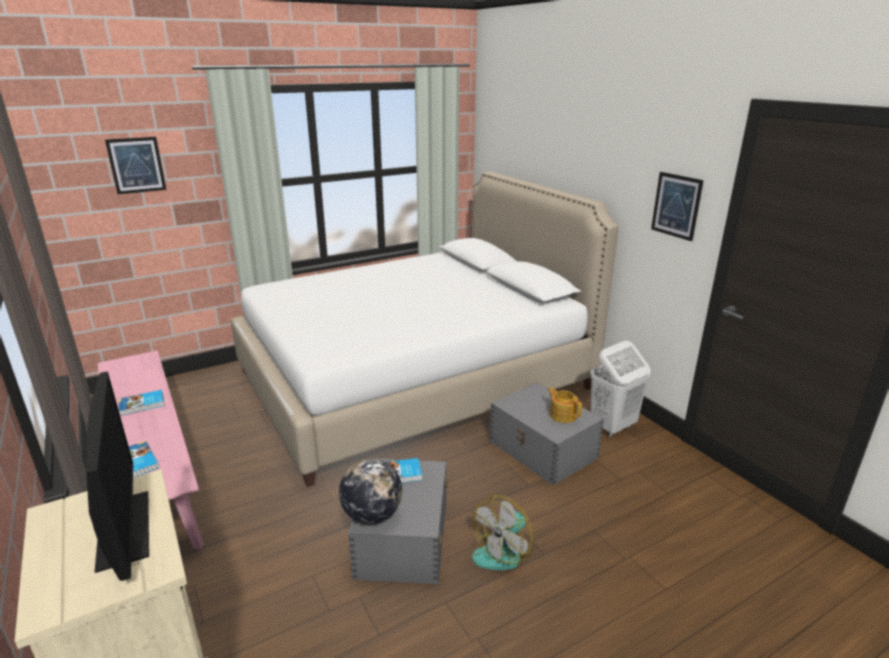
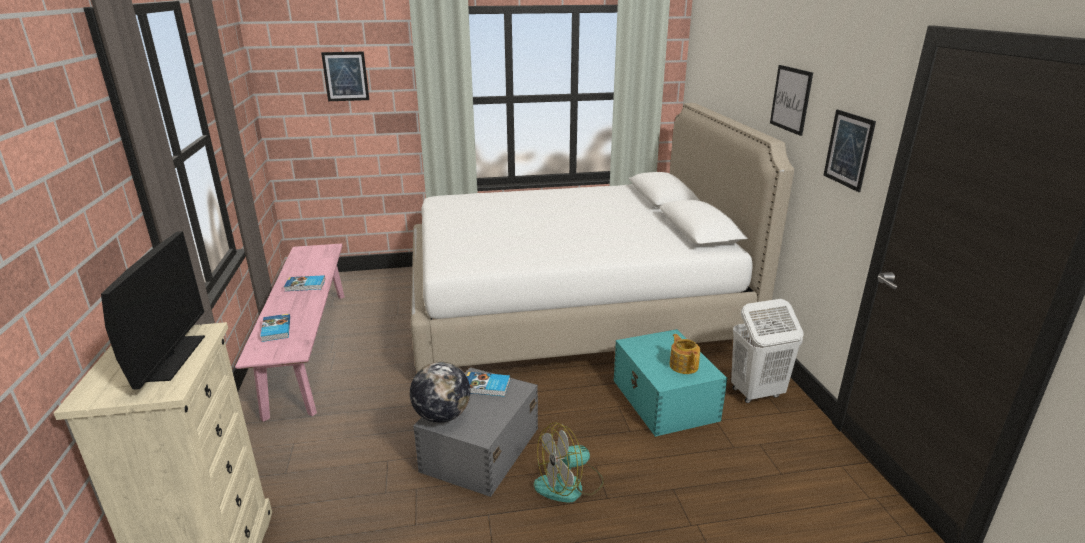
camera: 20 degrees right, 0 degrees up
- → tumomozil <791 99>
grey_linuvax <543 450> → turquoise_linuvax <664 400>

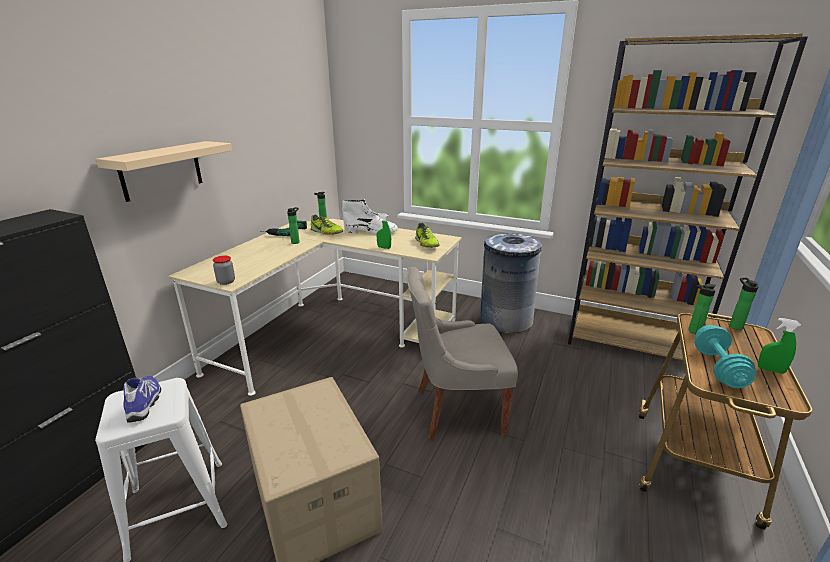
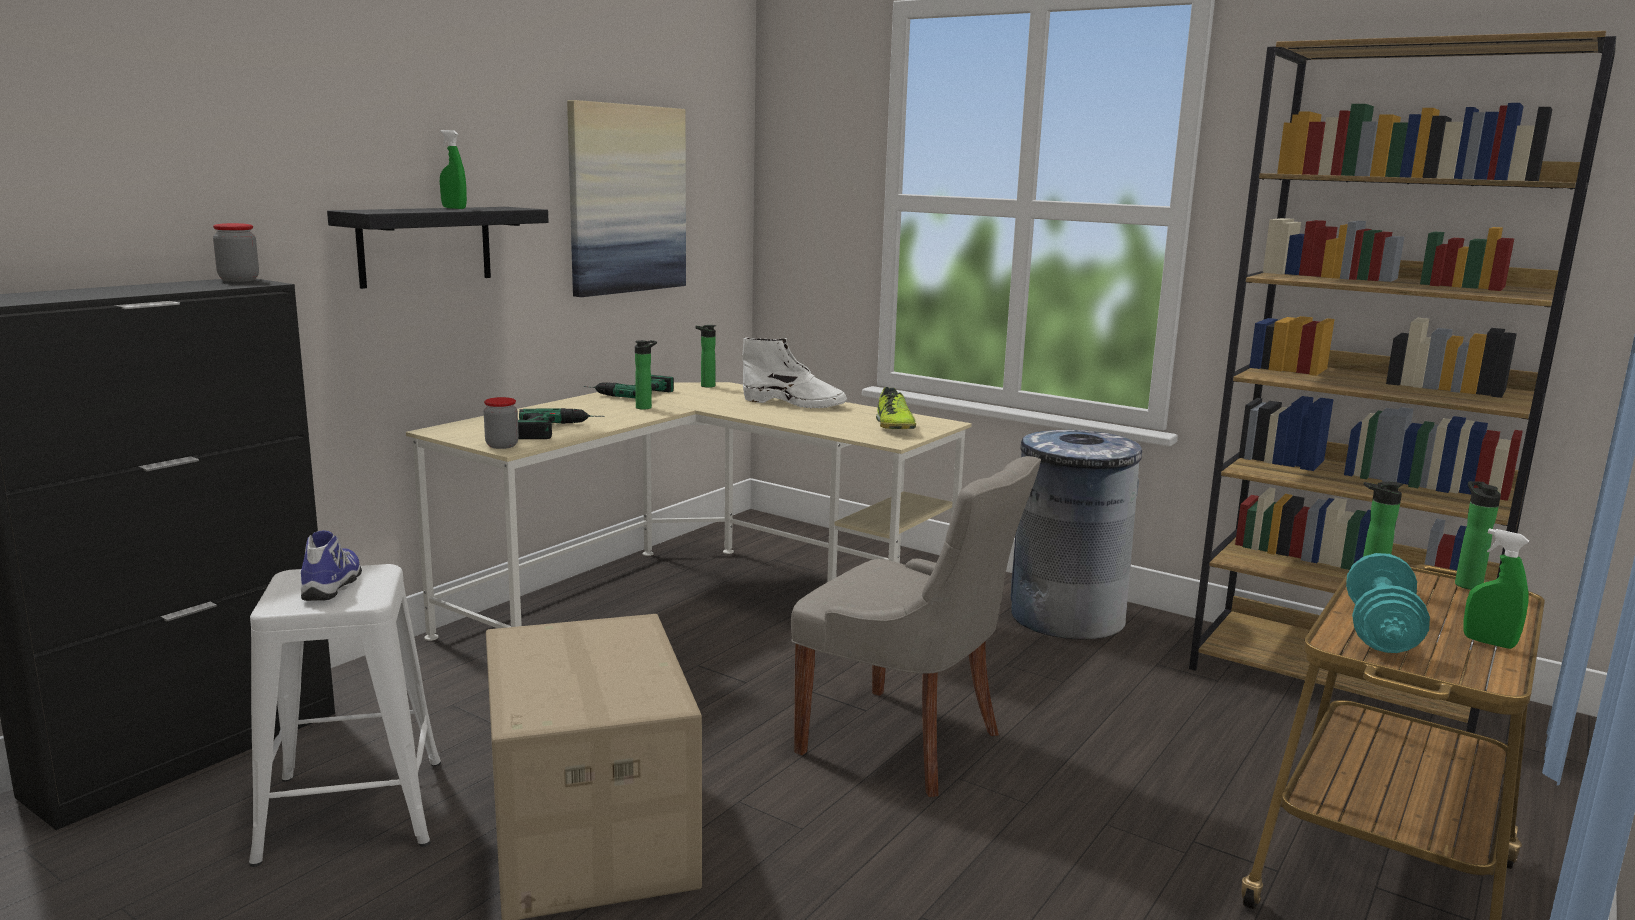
camera: 10 degrees right, 10 degrees down
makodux <326 232> → -
- → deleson <239 280>
- → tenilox <559 430>
- → tumomozil <626 199>
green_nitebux <384 247> → green_nitebux <454 208>, move
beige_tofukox <161 170> → black_tofukox <425 245>
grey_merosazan <456 410> → grey_merosazan <905 743>, 150 degrees counterclockwise

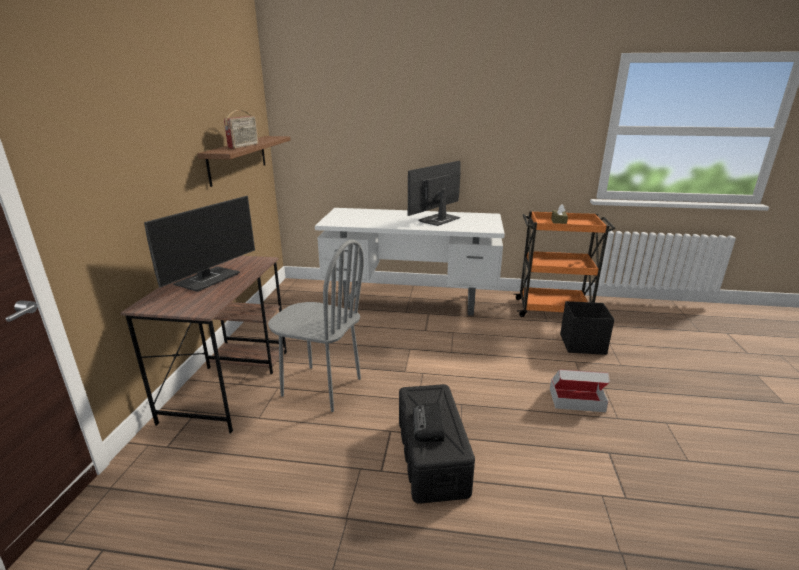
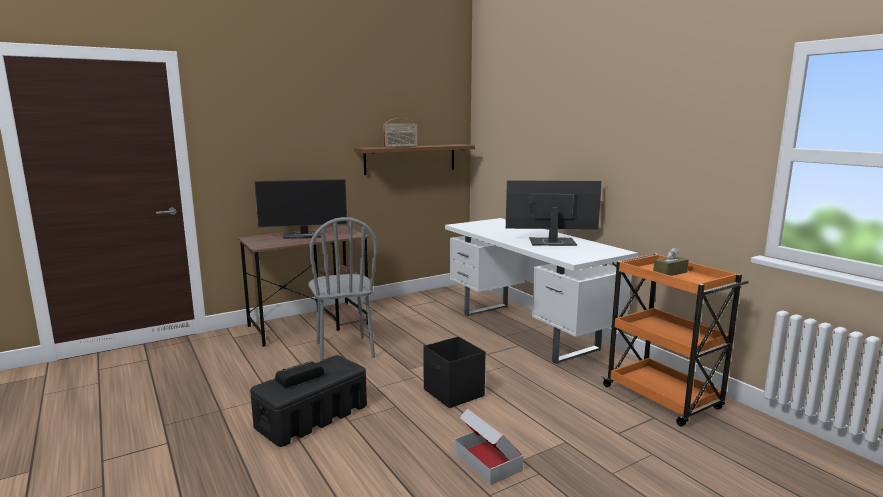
camera: 50 degrees right, 10 degrees down
black_linuvax <583 344> → black_linuvax <453 393>, move

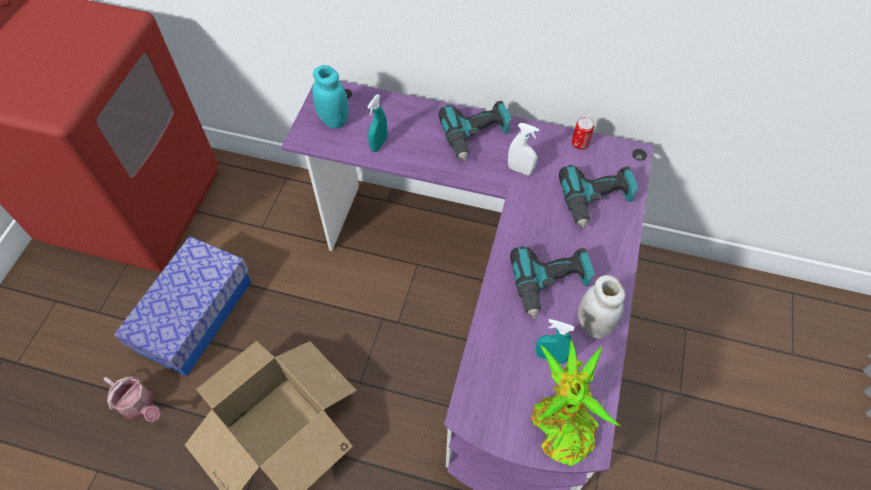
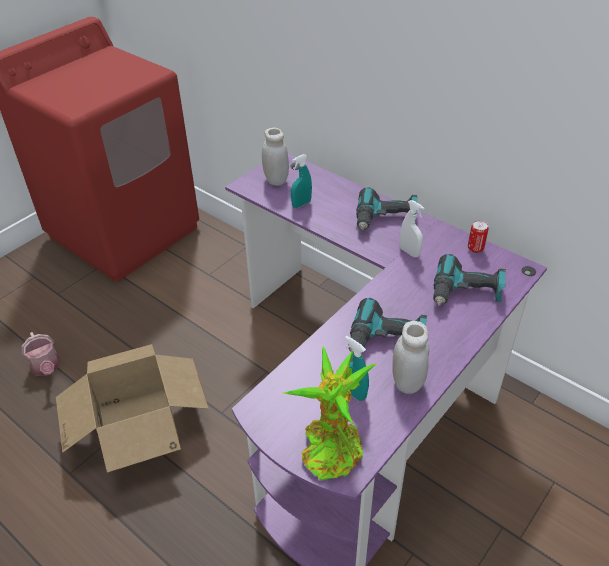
camera: 25 degrees right, 15 degrees down
linuvax <195 315> → -
turquoise_deleson <334 120> → white_deleson <276 180>

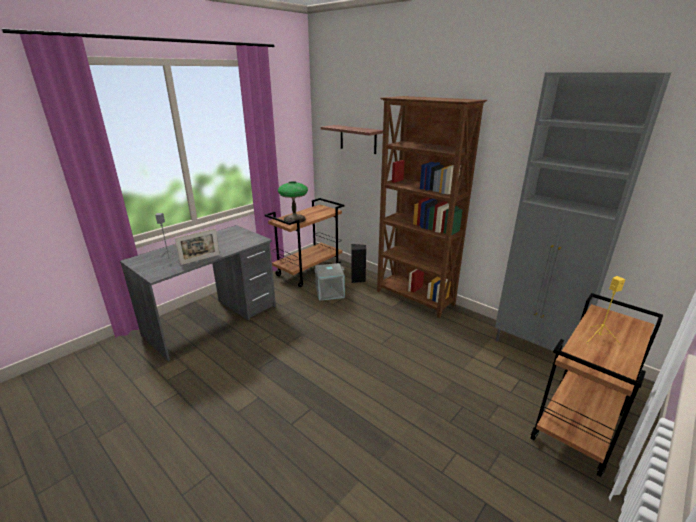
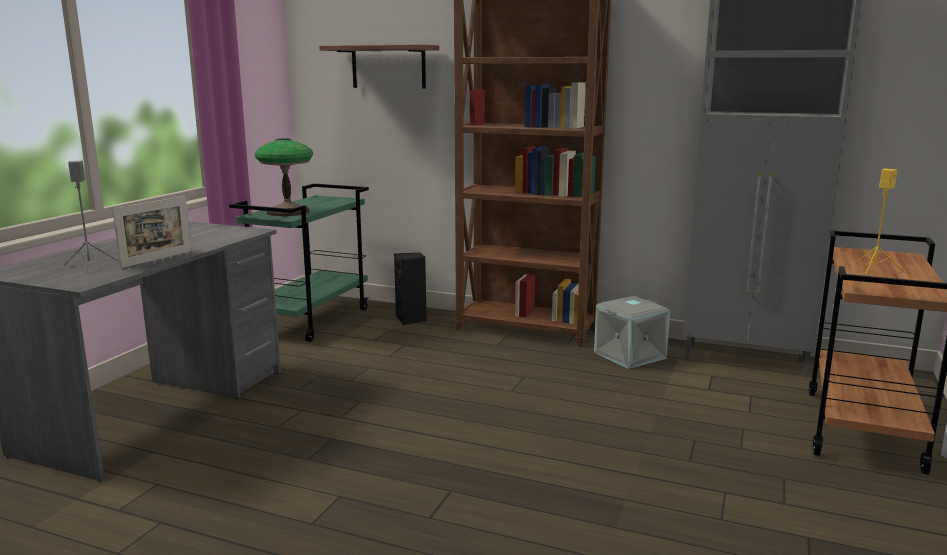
camera: 20 degrees left, 10 degrees down
grey_linuvax <329 293> → grey_linuvax <630 355>, move
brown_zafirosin <309 271> → green_zafirosin <311 320>

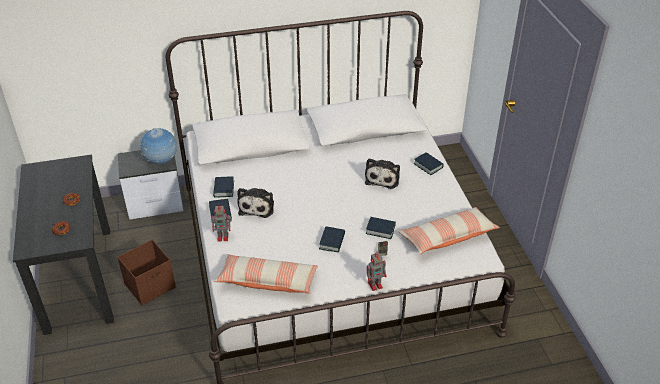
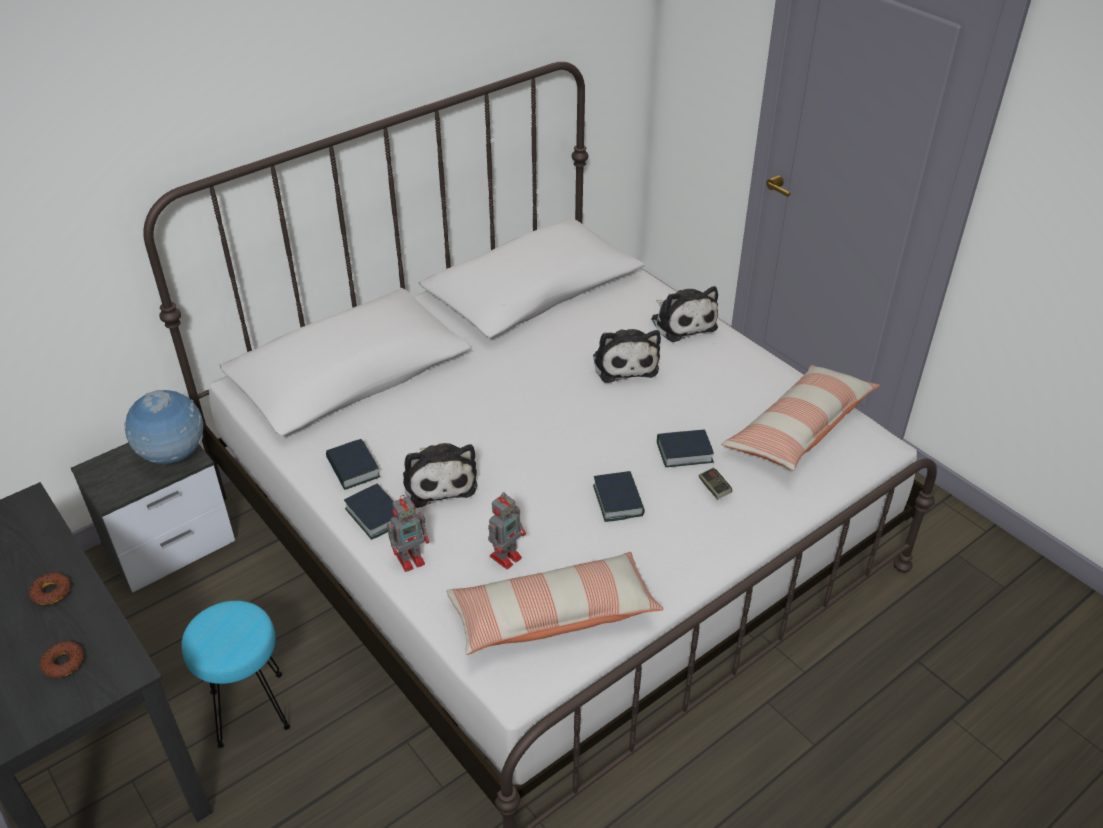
camera: 25 degrees left, 0 degrees up
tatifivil <375 284> → tatifivil <507 556>, move
brown_linuvax <151 286> → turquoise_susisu <250 708>
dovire <428 166> → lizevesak <682 322>

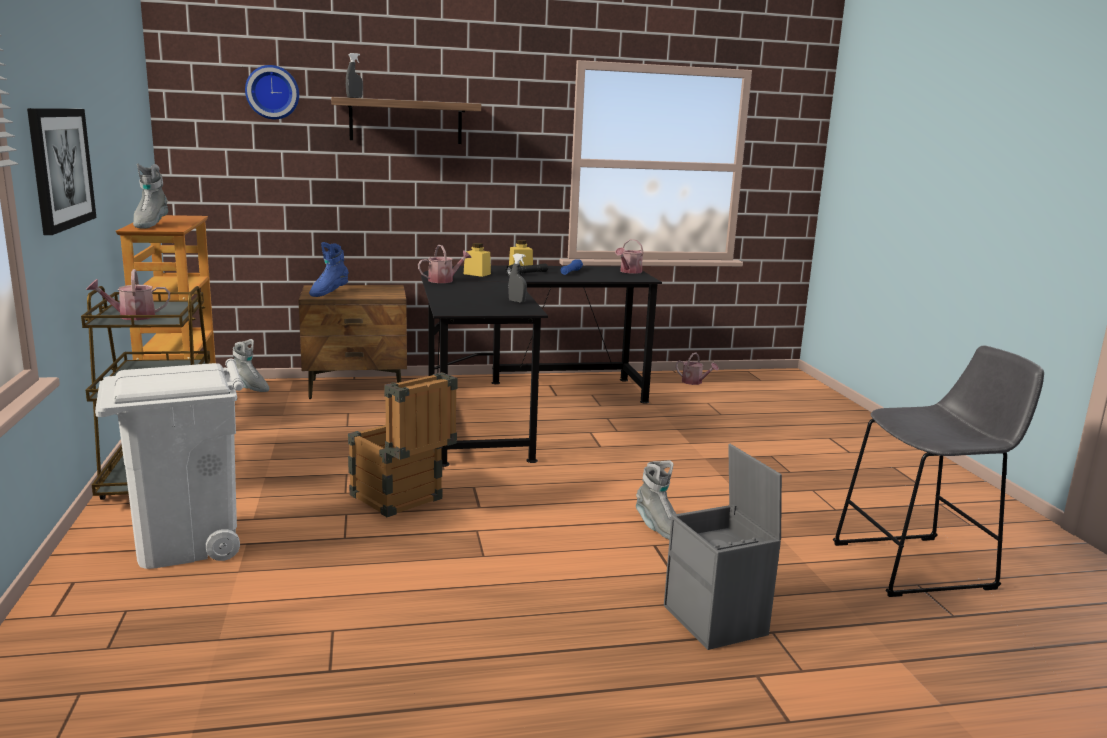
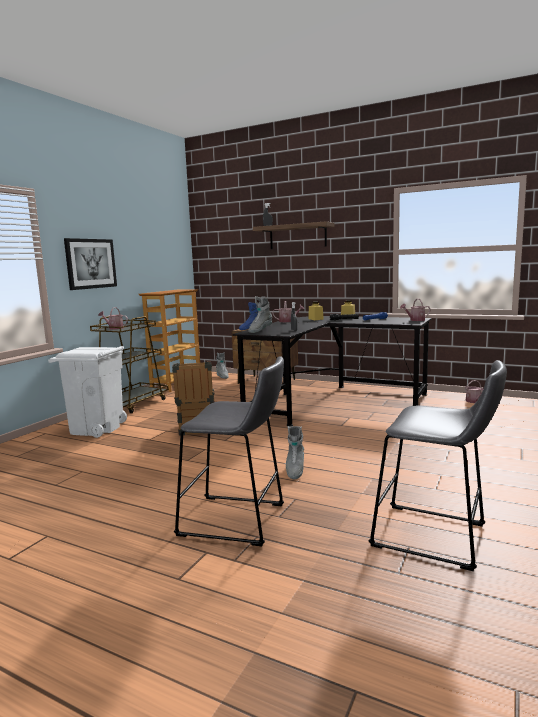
camera: 40 degrees right, 5 degrees down
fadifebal <272 92> → -
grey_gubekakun <150 225> → grey_gubekakun <260 330>, move
grey_linuvax <717 621> → grey_susisu <237 521>

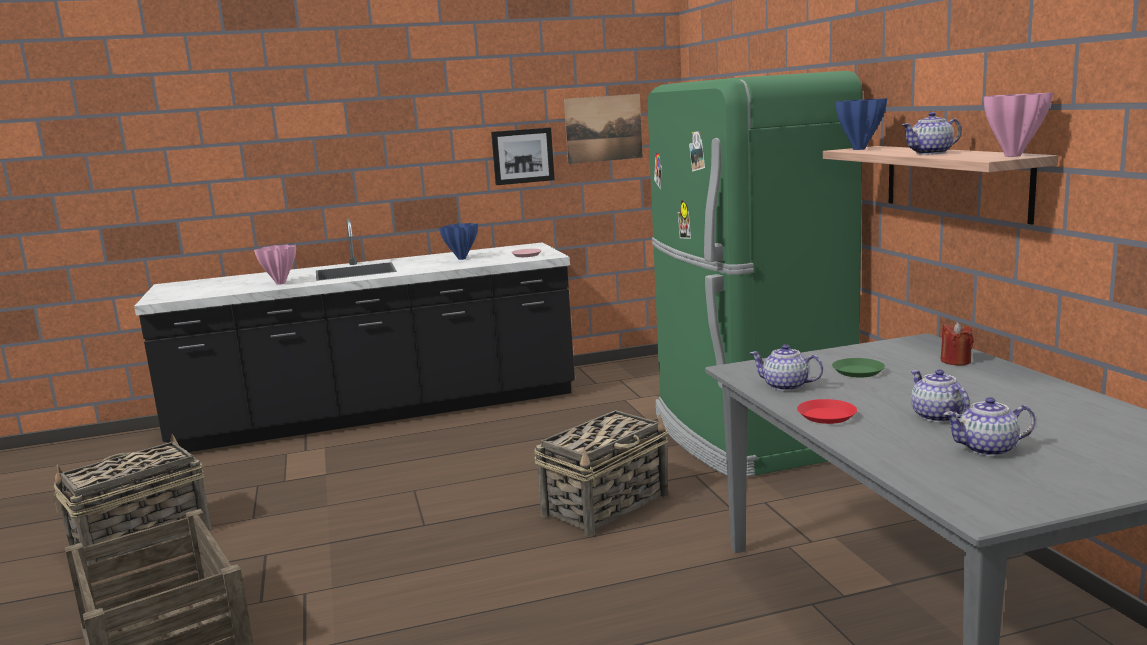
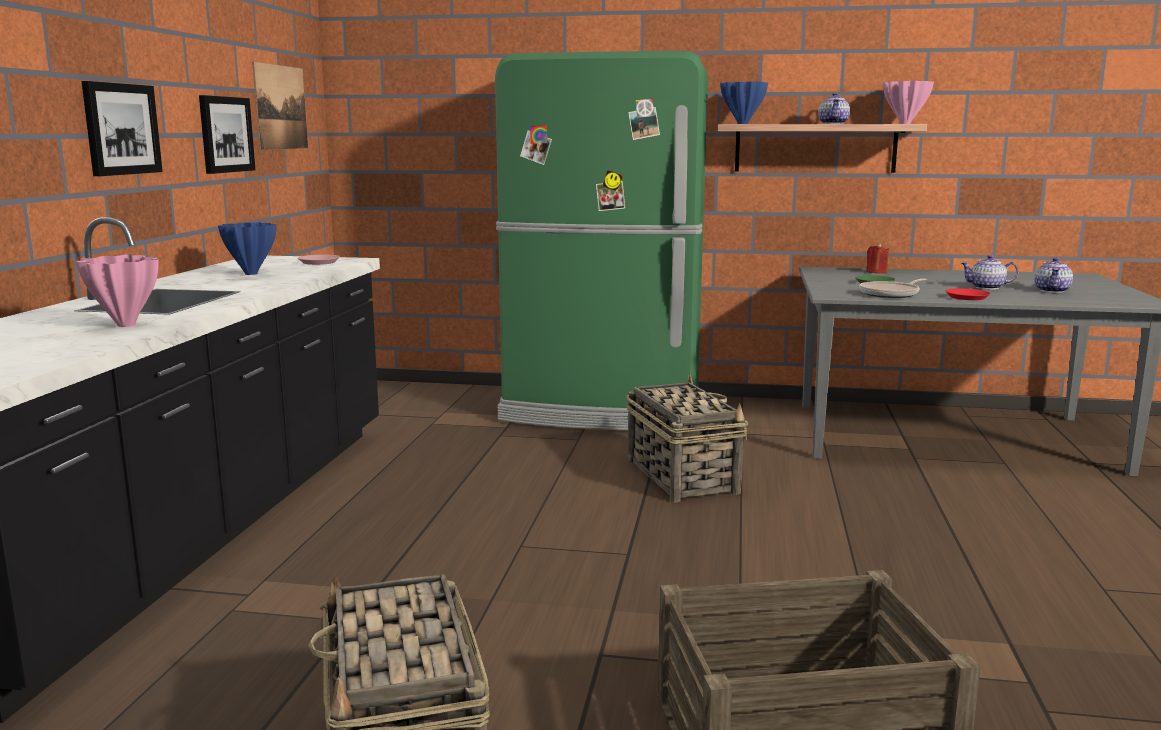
camera: 65 degrees left, 0 degrees up
- → tumomozil <121 129>
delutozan <786 386> → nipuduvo <891 294>

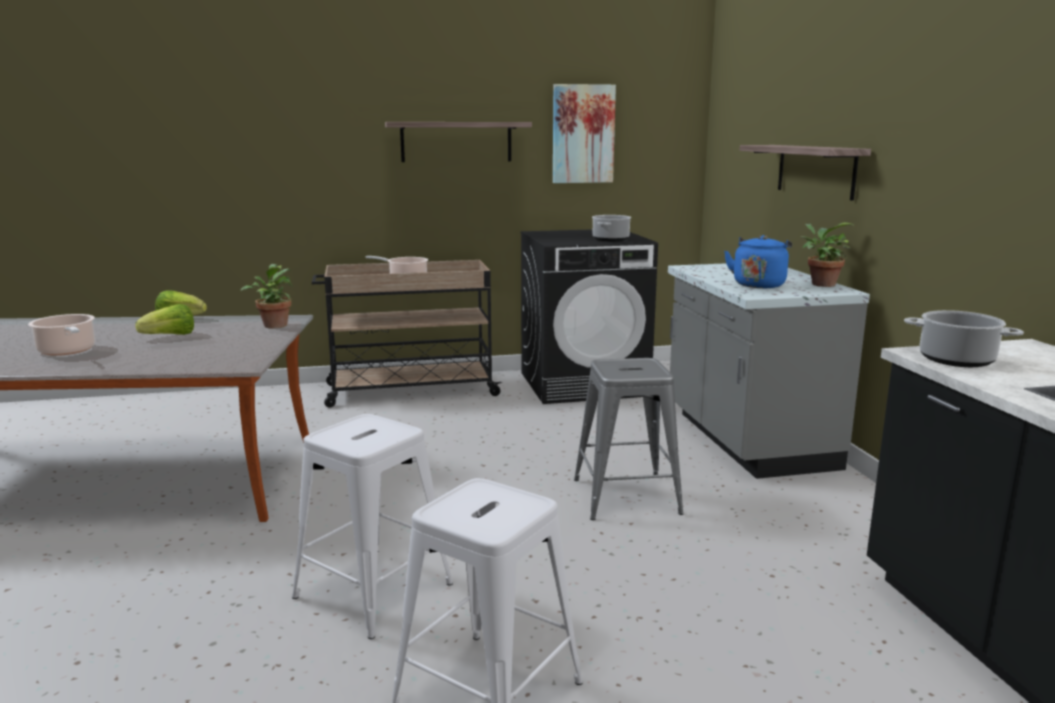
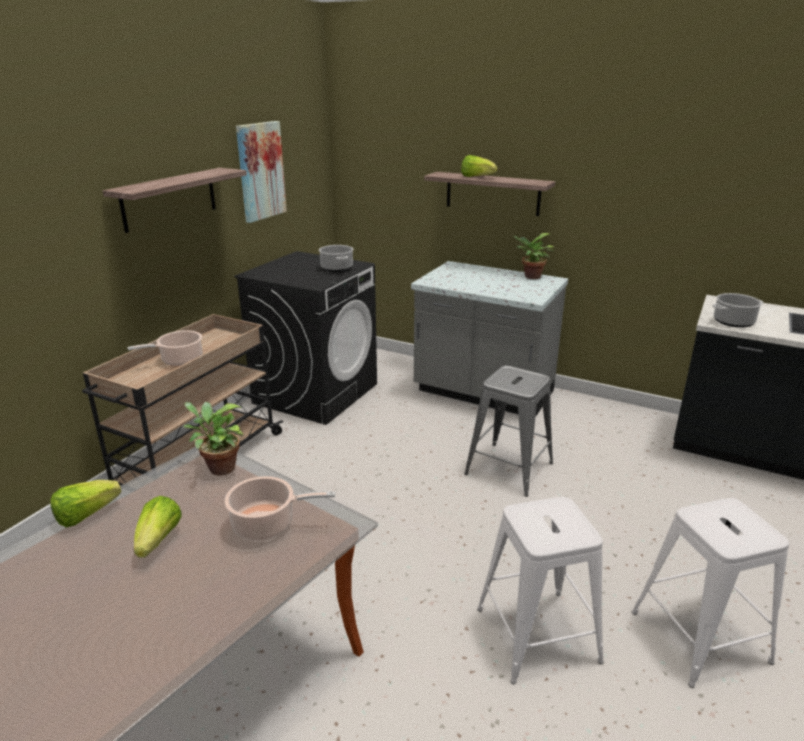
camera: 50 degrees left, 10 degrees up
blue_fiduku <759 284> → -
- → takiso <476 177>
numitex <67 351> → numitex <267 524>, move

